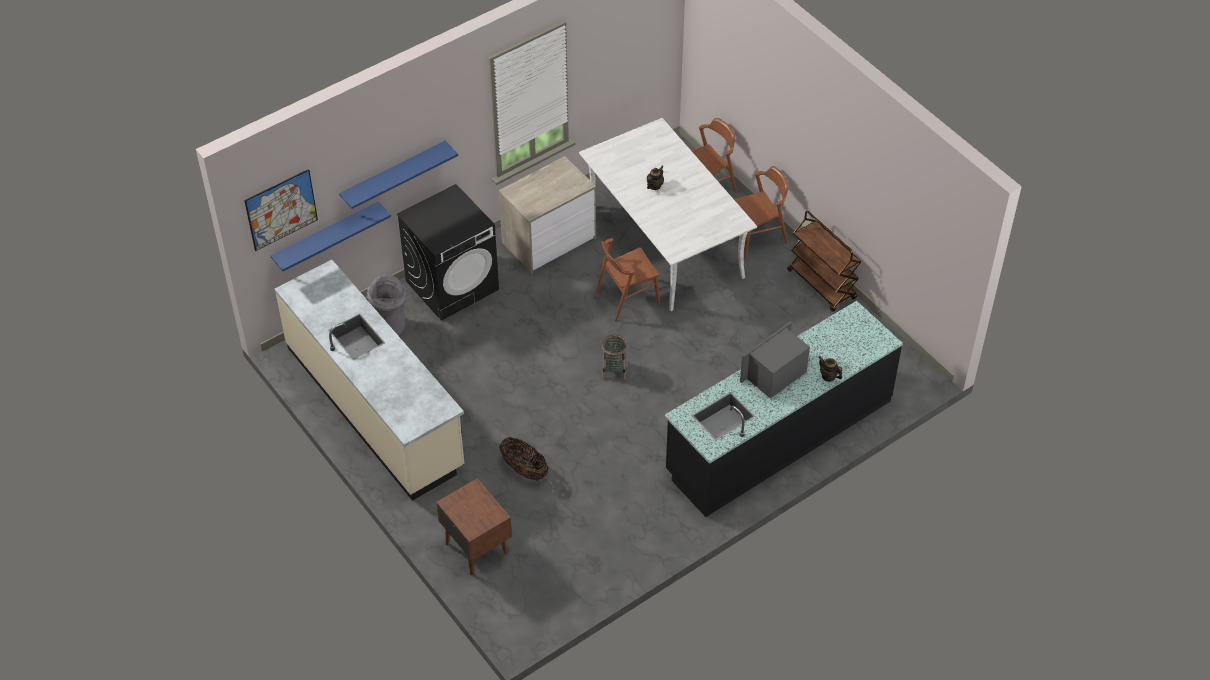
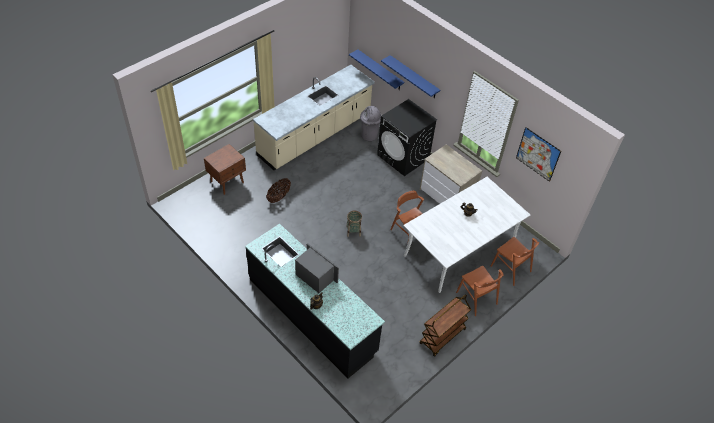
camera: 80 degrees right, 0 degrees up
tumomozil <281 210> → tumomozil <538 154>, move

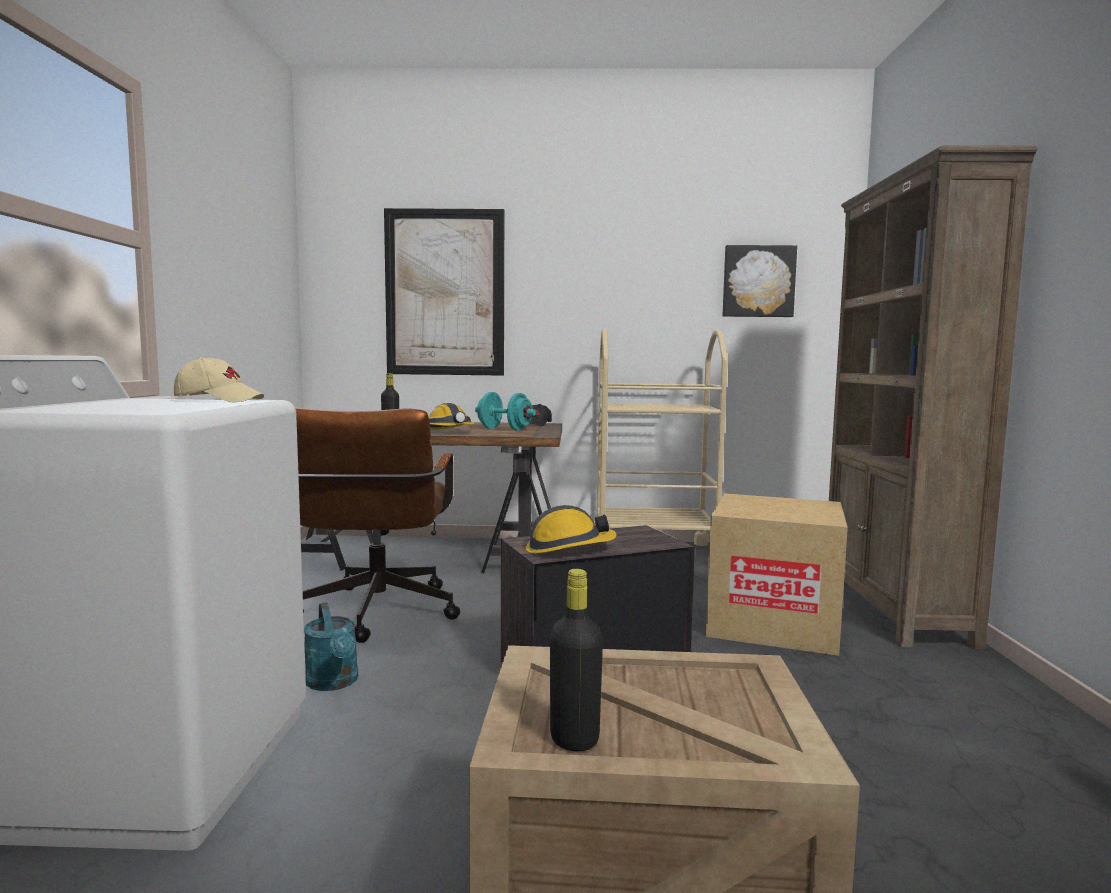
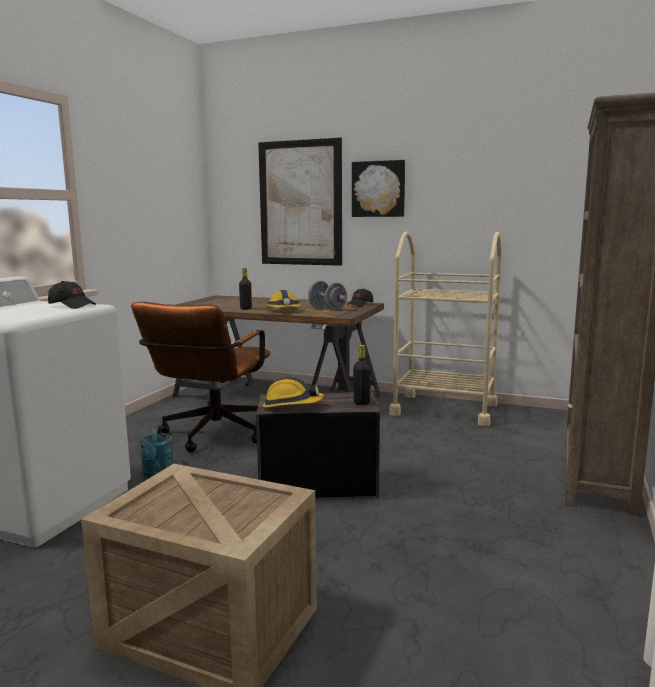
camera: 20 degrees right, 5 degrees up
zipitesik <772 623> → -
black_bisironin <574 739> → black_bisironin <361 403>, move
tumomozil <758 281> → tumomozil <378 189>, move
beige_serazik <219 400> → black_serazik <72 305>
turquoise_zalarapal <504 429> → grey_zalarapal <327 309>

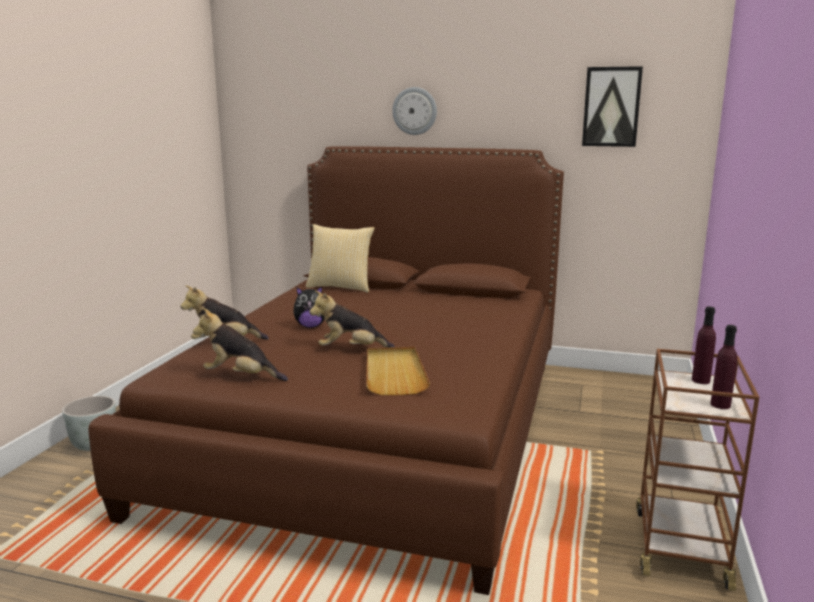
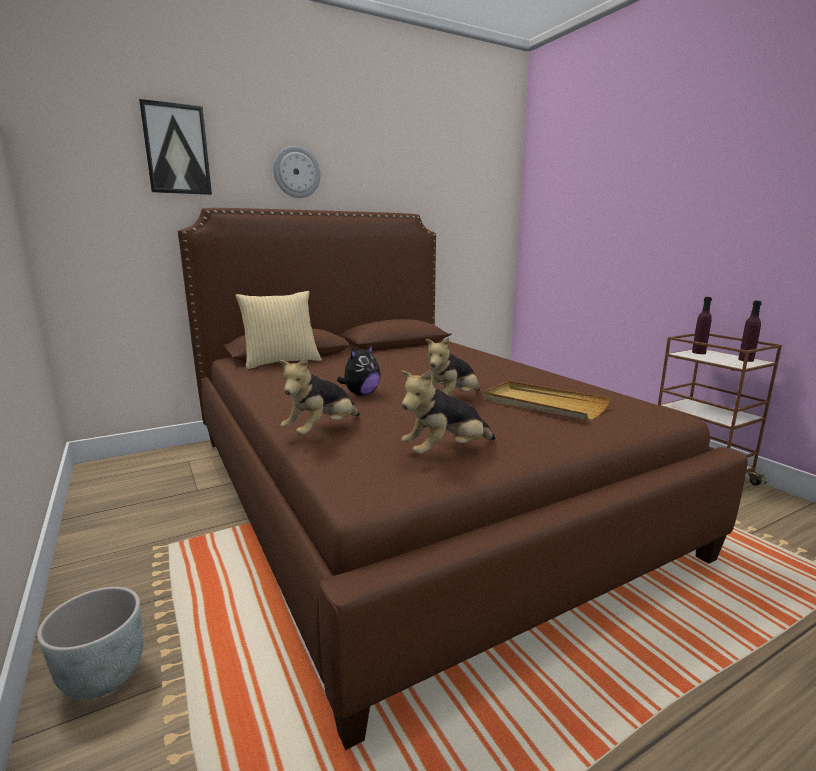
camera: 45 degrees left, 0 degrees up
tumomozil <611 107> → tumomozil <176 149>, move

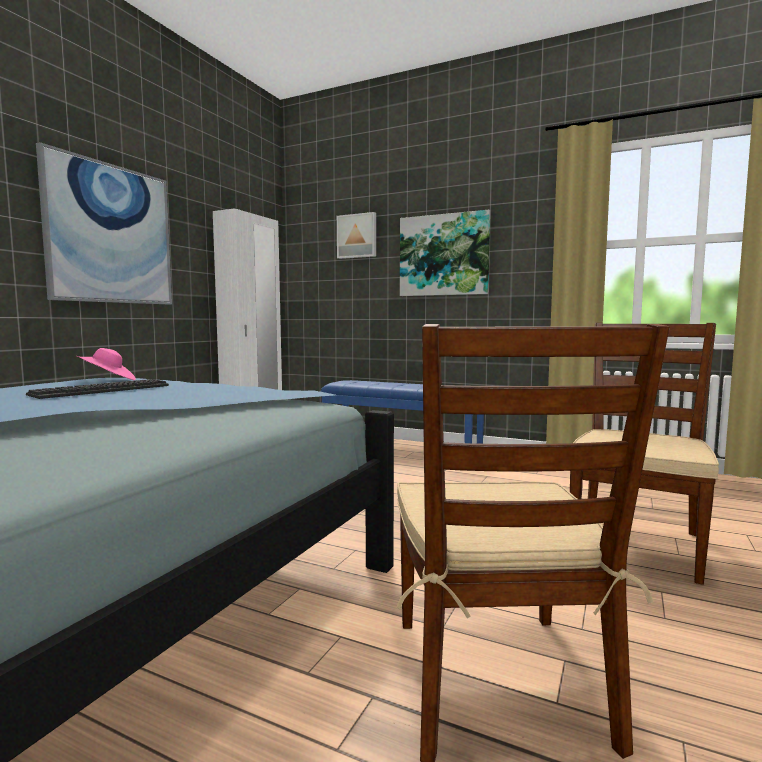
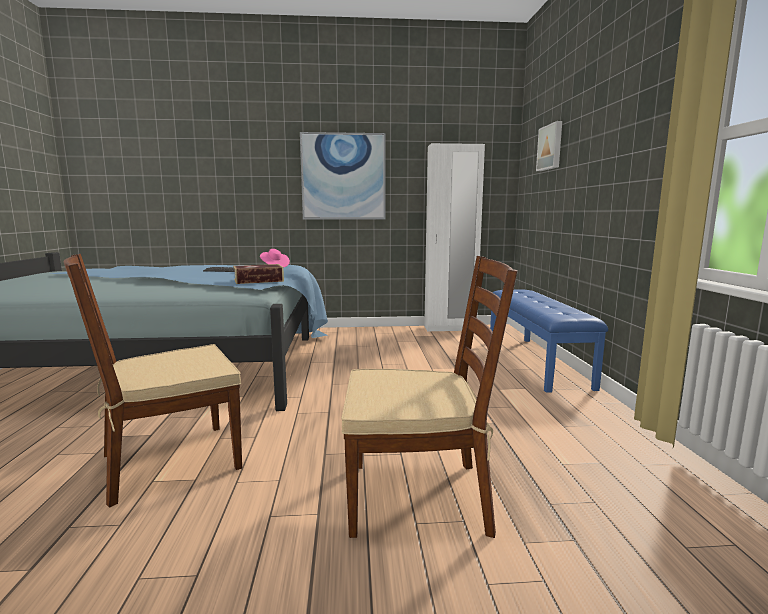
camera: 60 degrees right, 5 degrees up
tumomozil <444 255> → -
- → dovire <258 280>

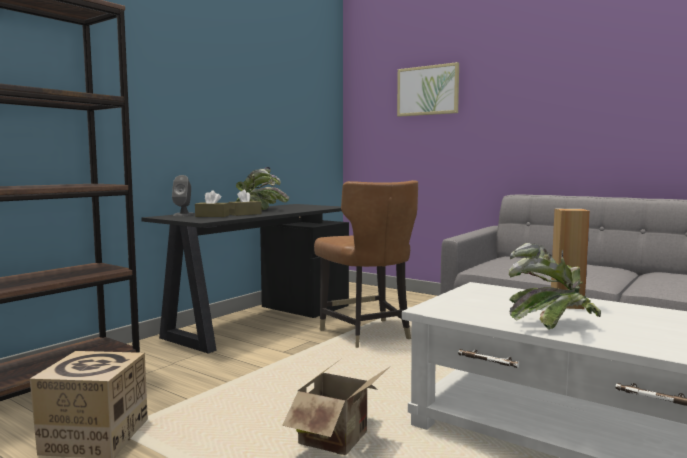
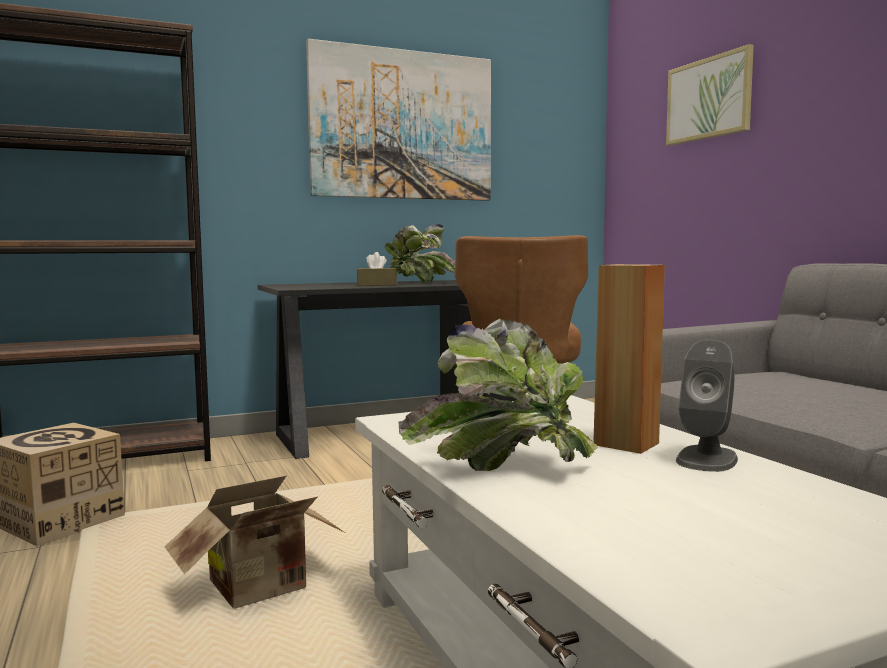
camera: 30 degrees right, 0 degrees up
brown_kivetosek <212 216> → -
- → tumomozil <402 125>
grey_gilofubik <183 215> → grey_gilofubik <707 459>, move

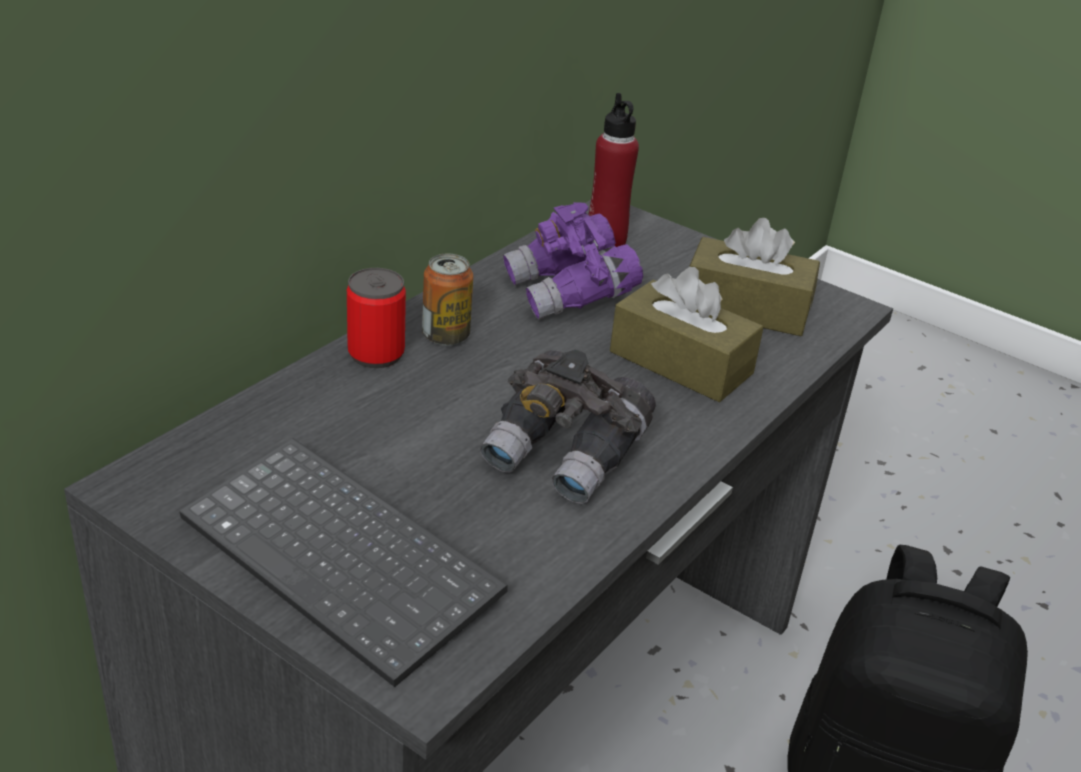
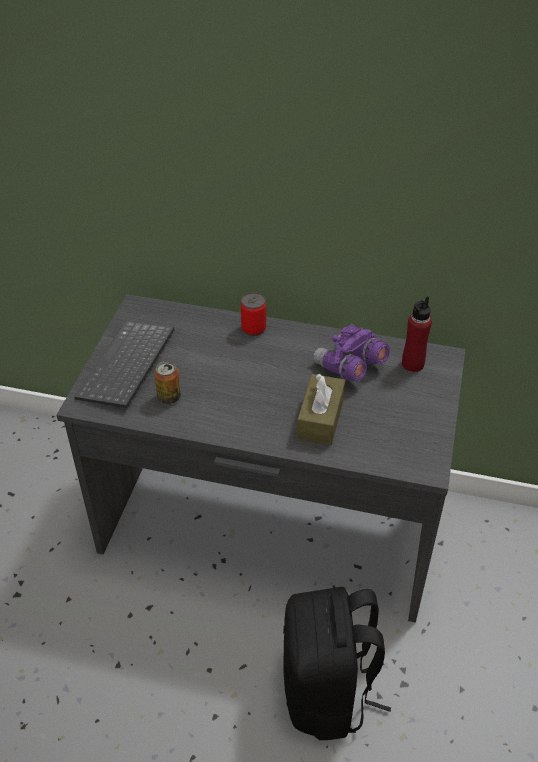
camera: 70 degrees right, 10 degrees up
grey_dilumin <566 455> → -
brown_kivetosek <746 308> → -
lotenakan <446 336> → lotenakan <169 397>, move

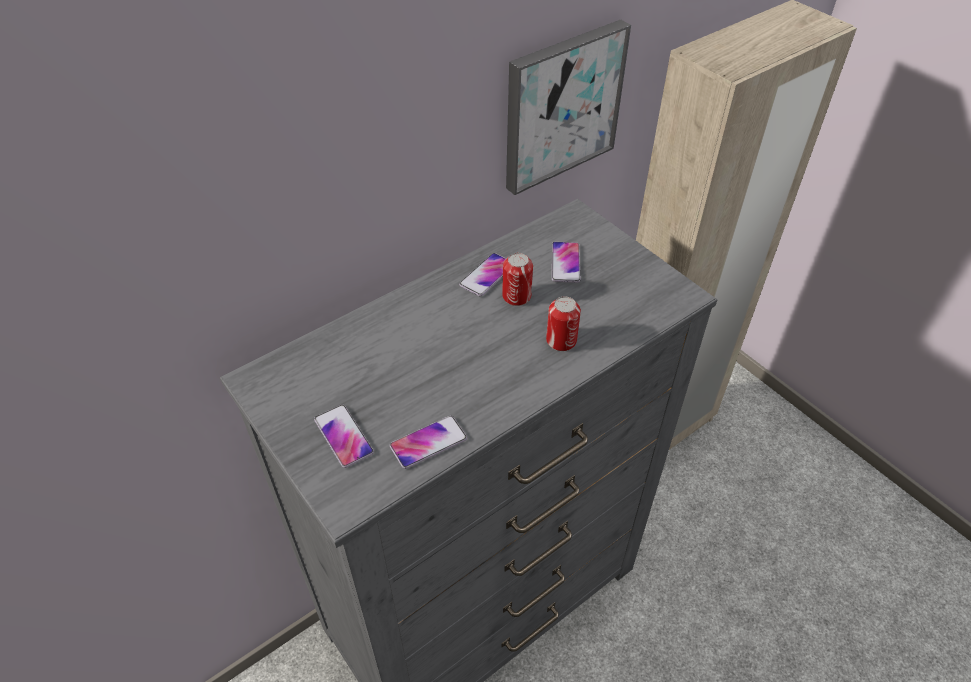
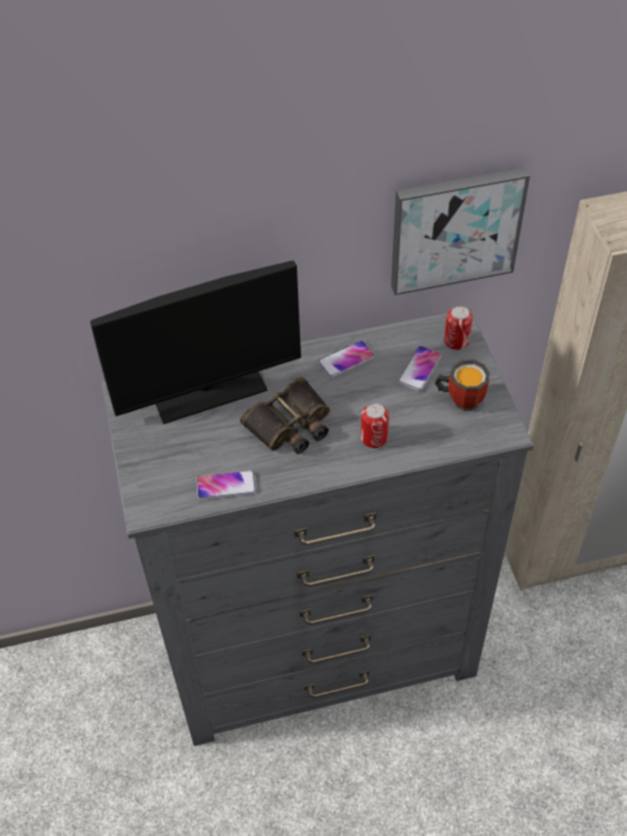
camera: 25 degrees right, 5 degrees up
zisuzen <343 436> → -
- → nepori <208 389>
- → dilumin <291 425>
- → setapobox <460 398>
lotenakan <516 296> → lotenakan <456 341>, move

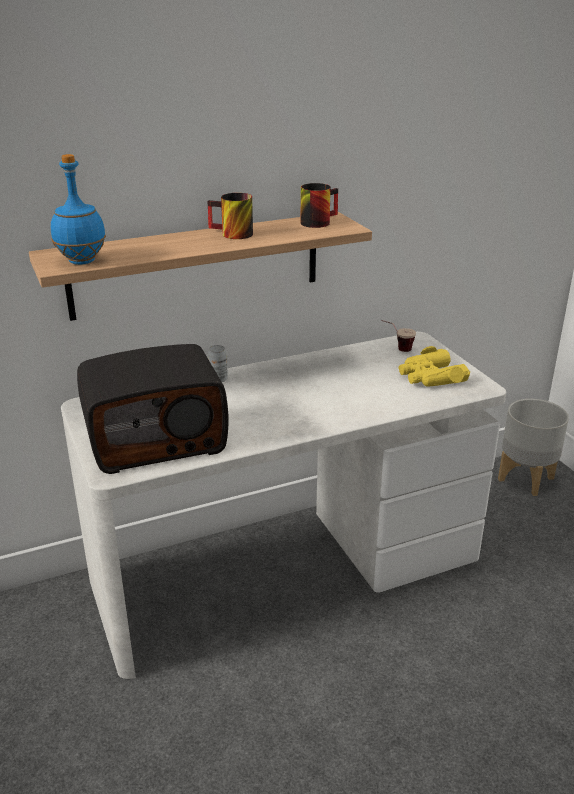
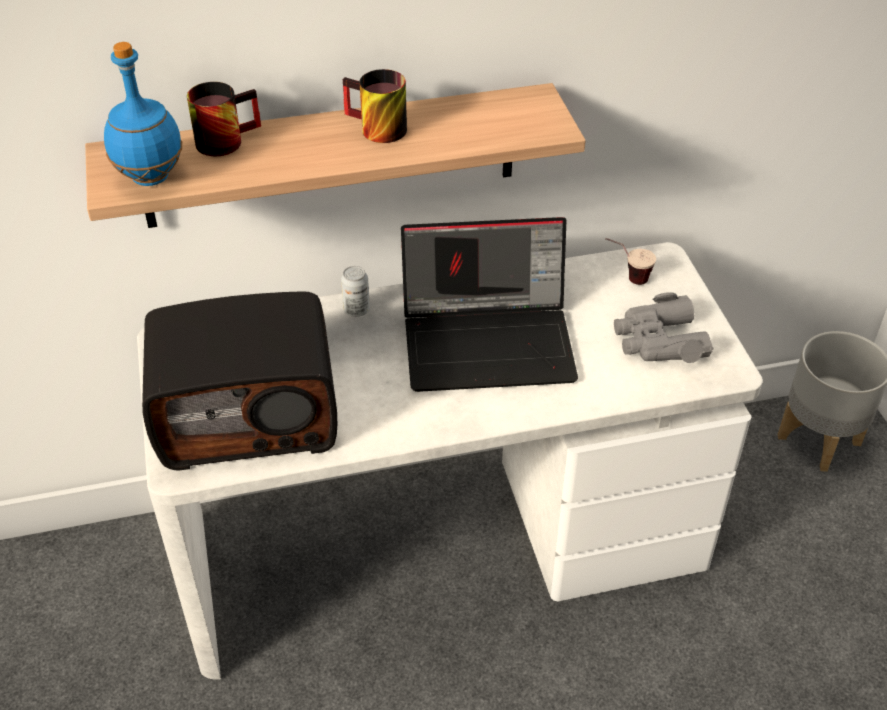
camera: 10 degrees right, 15 degrees up
- → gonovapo <490 341>
setapobox <317 221> → setapobox <225 138>, move
yellow_dilumin <430 377> → grey_dilumin <658 341>

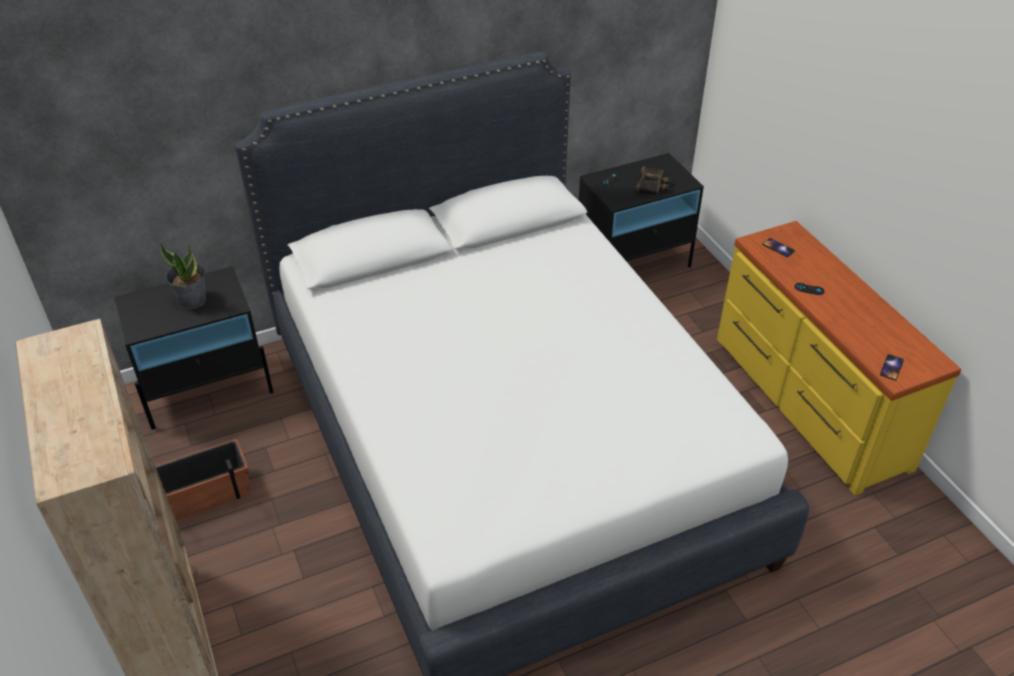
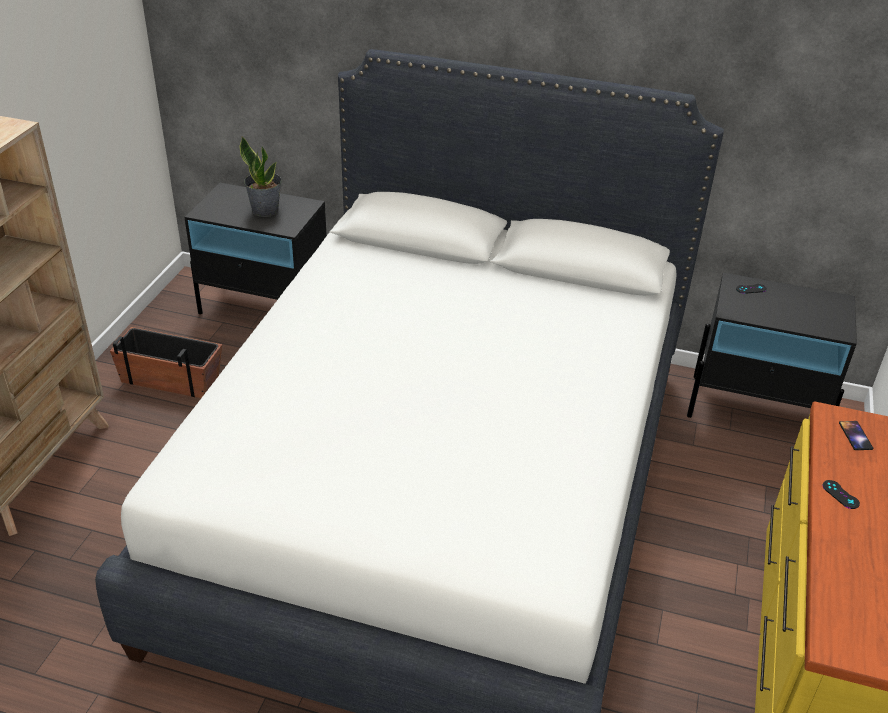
camera: 40 degrees right, 5 degrees down
dilumin <652 185> → -
zisuzen <891 367> → -

